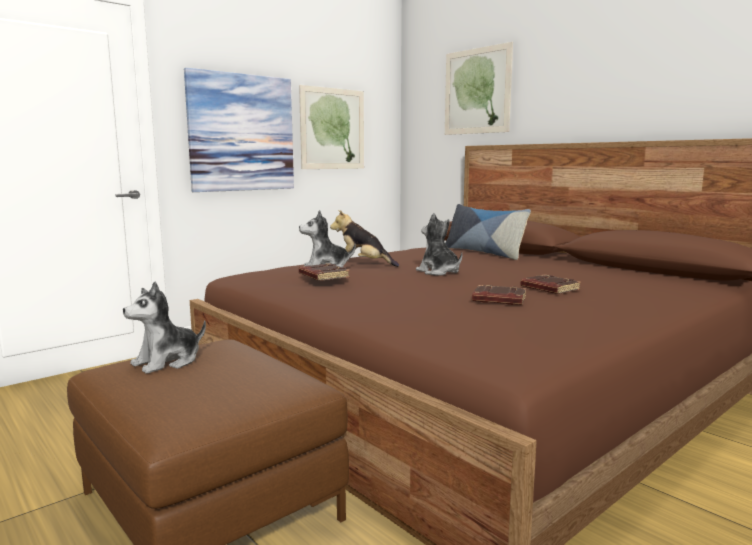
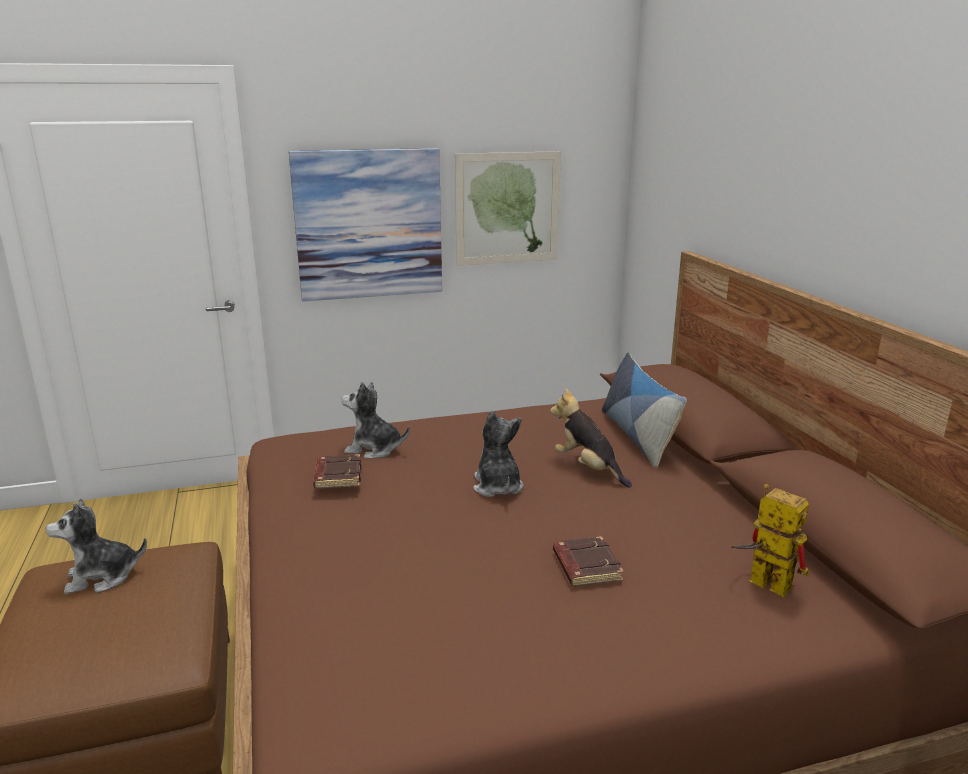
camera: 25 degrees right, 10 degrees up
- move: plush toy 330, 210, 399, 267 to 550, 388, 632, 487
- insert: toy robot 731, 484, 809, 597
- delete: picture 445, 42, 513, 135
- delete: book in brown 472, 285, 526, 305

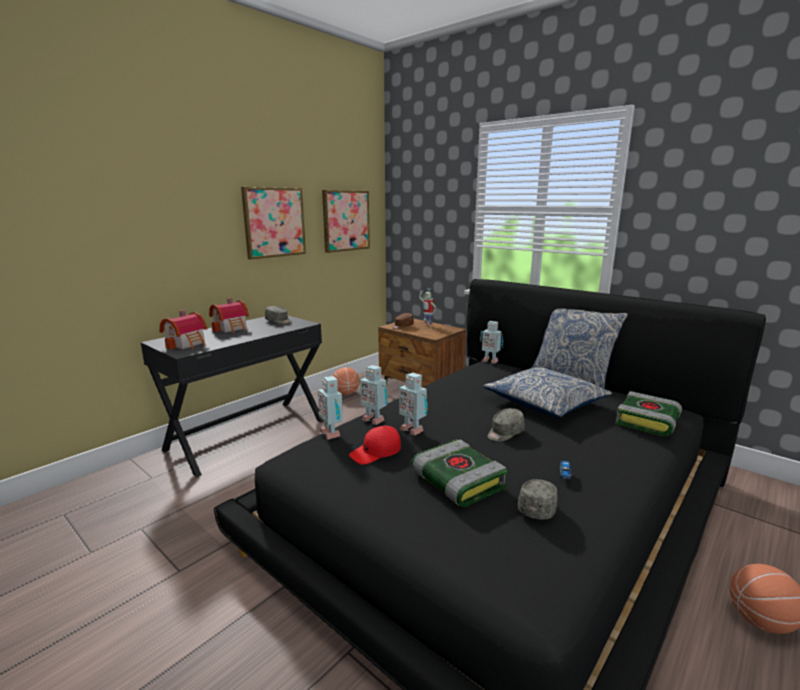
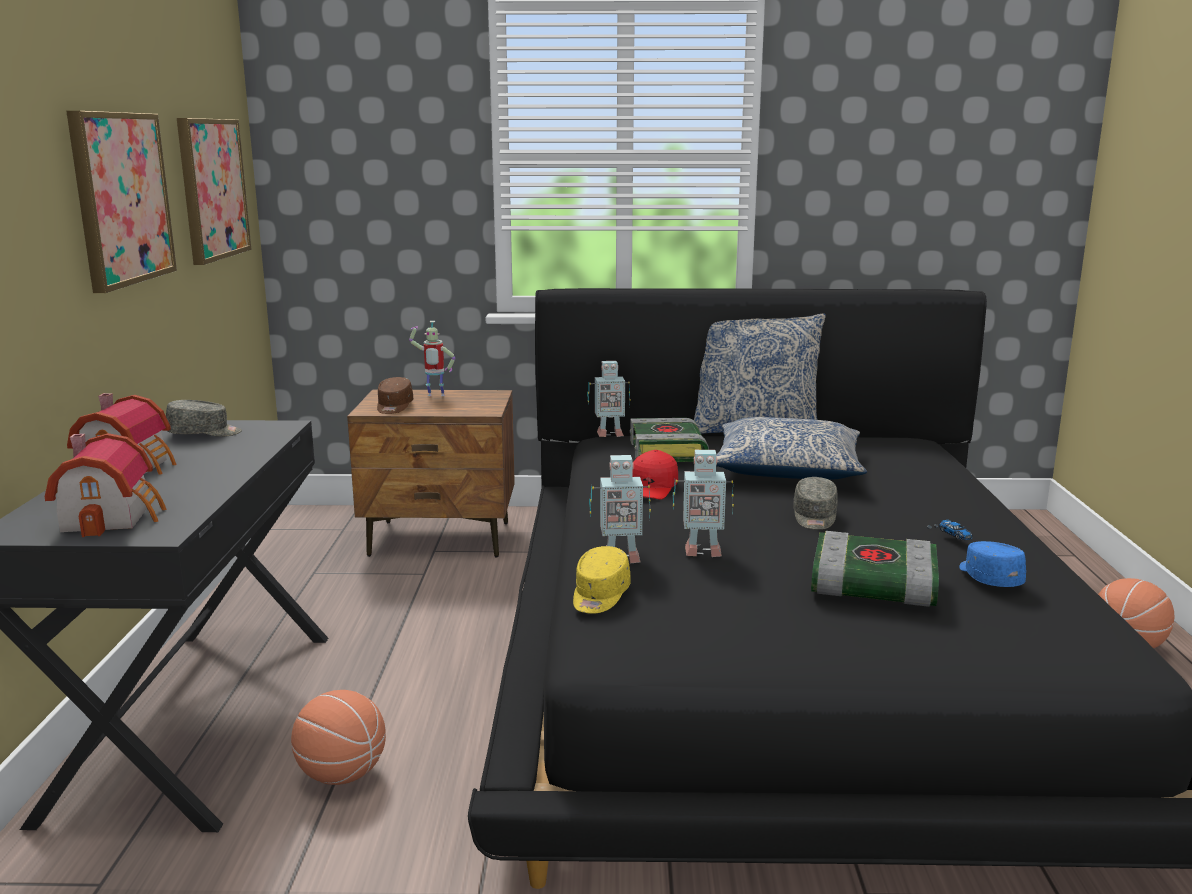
camera: 40 degrees left, 0 degrees up
- move: basketball 333, 367, 359, 395 to 291, 690, 386, 785
- replace: toy robot 318, 376, 343, 440 to cap in yellow 573, 546, 631, 614
- move: book 616, 391, 682, 436 to 630, 418, 709, 462
- move: cap in red 349, 426, 401, 465 to 633, 450, 678, 500
- recolor: cap in grey 518, 479, 558, 520 to cap in blue 959, 541, 1026, 587

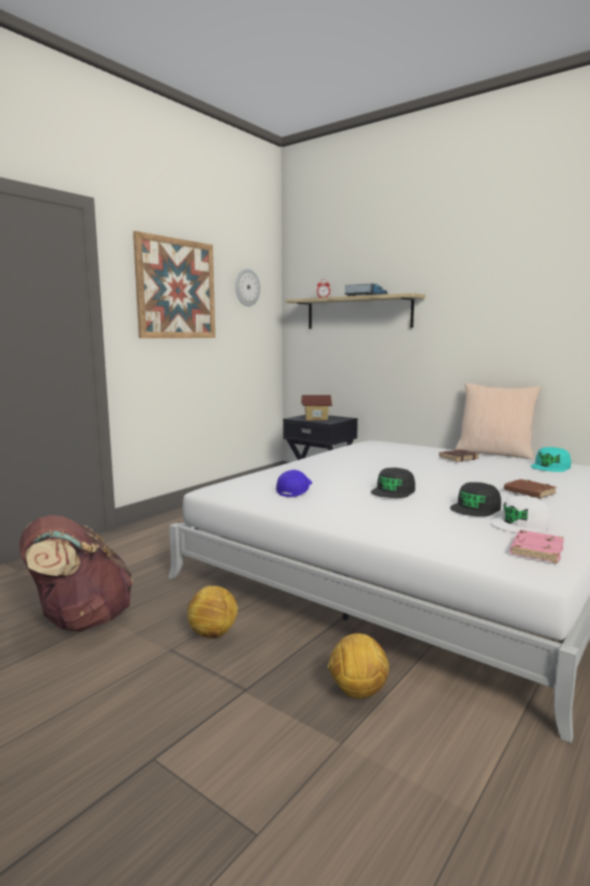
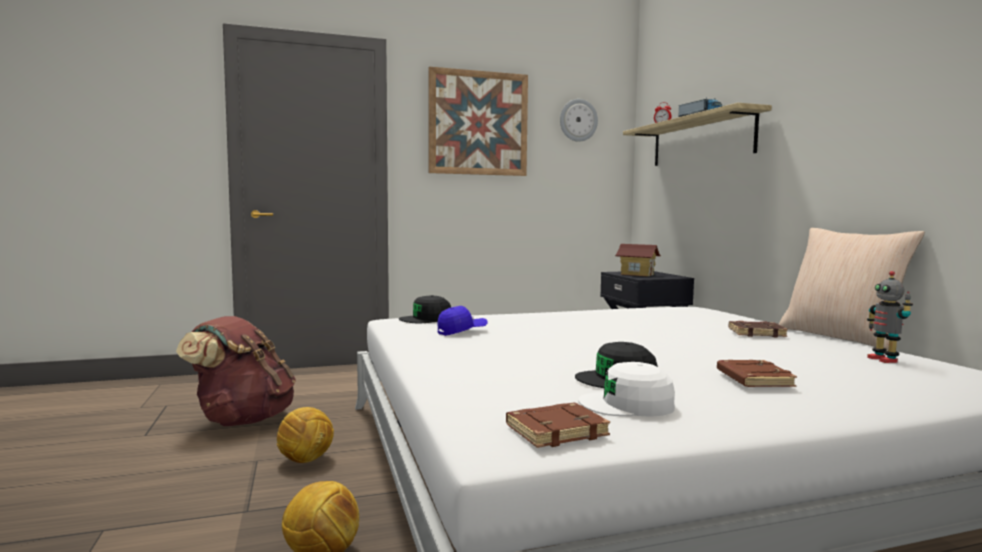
camera: 35 degrees right, 5 degrees down
- move: cap in black 371, 468, 415, 498 to 399, 295, 451, 324
- recolor: book in pink 510, 530, 564, 563 to book in brown 506, 403, 610, 448
- replace: cap in turquoise 531, 447, 571, 472 to toy robot 867, 271, 913, 363

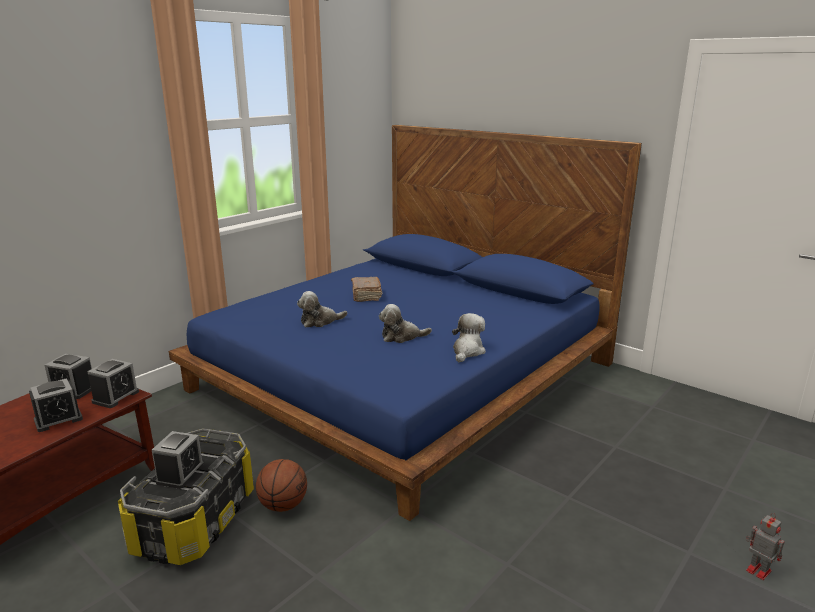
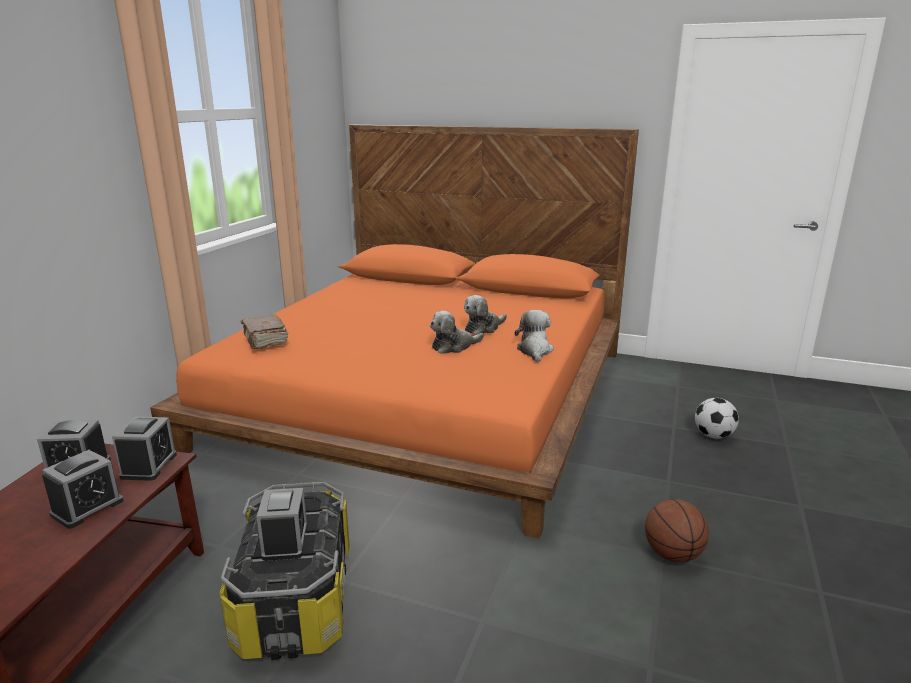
camera: 20 degrees left, 0 degrees up
- recolor: bed in blue 169, 125, 642, 521 to bed in orange 150, 125, 639, 539
- move: book in brown 351, 277, 382, 302 to 241, 315, 288, 349
- move: plush toy 297, 291, 348, 327 to 464, 295, 507, 335
- move: basketball 256, 459, 307, 512 to 645, 499, 709, 562
- insert: football 695, 398, 739, 439
- delete: toy robot 746, 513, 785, 580

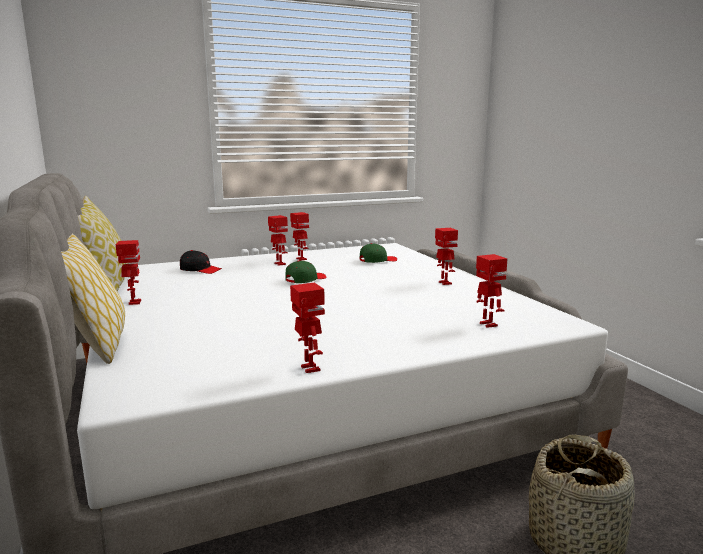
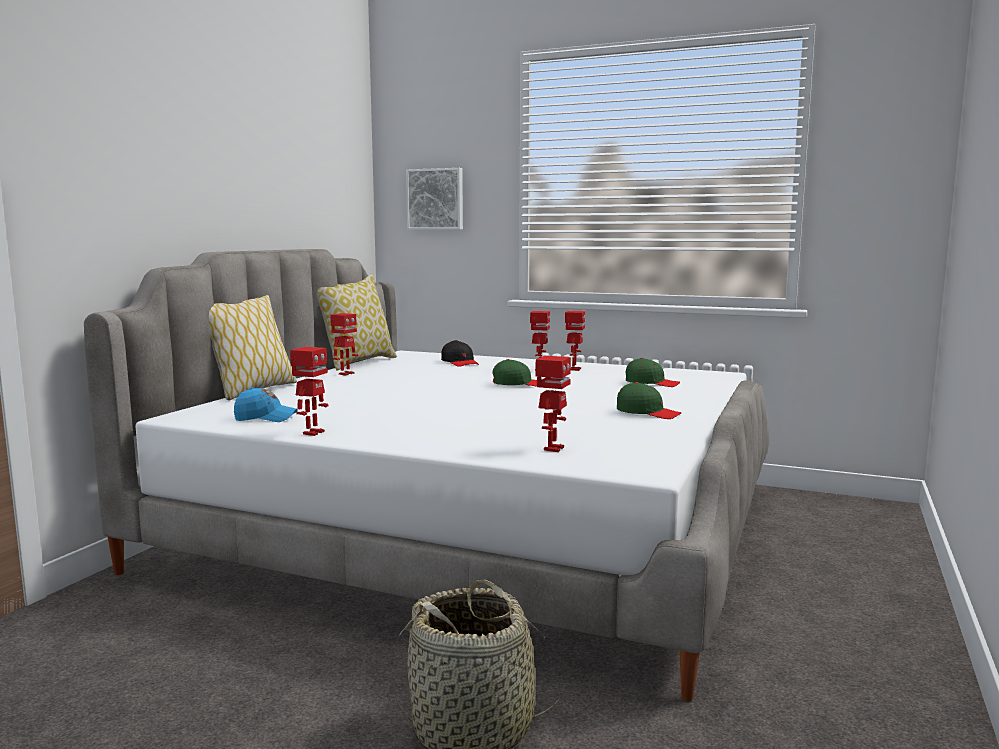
camera: 45 degrees right, 5 degrees down
- insert: cap in blue 234, 388, 298, 422
- insert: picture 406, 168, 463, 230
- replace: toy robot 435, 228, 458, 285 to cap in green 617, 382, 681, 419

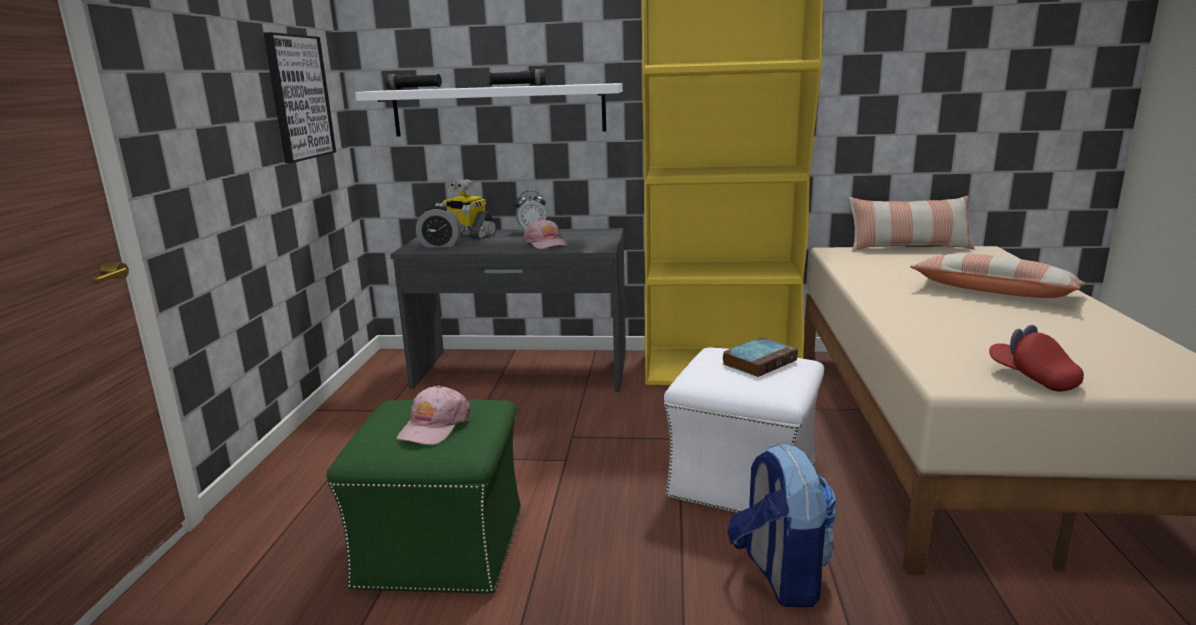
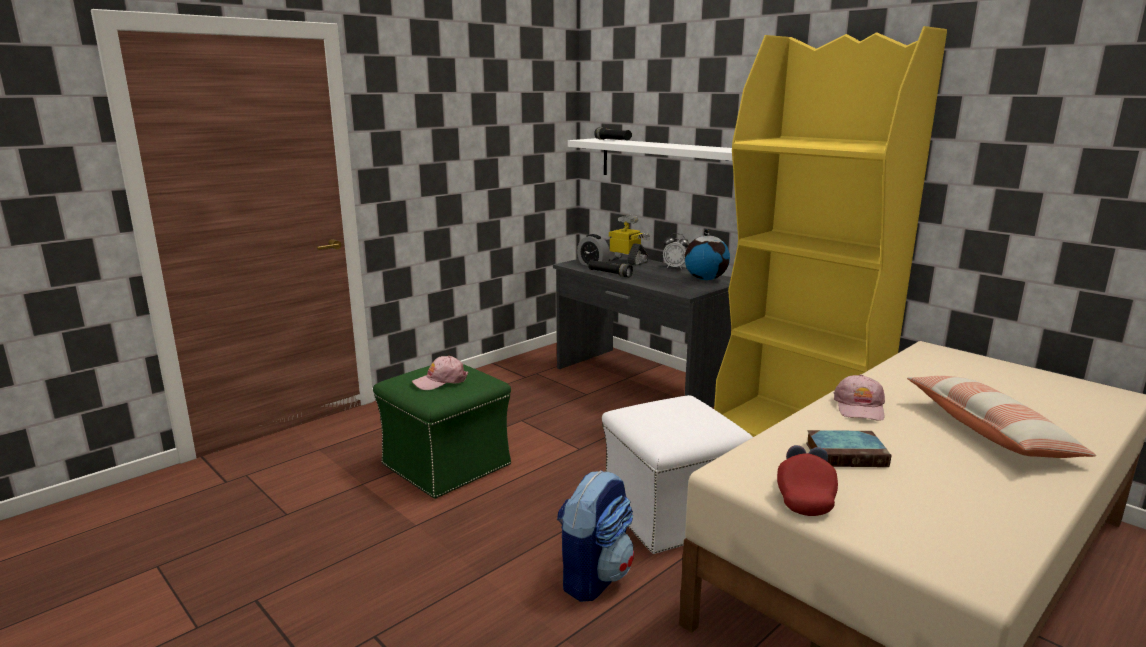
camera: 40 degrees right, 0 degrees up
- move: flashlight in black 489, 69, 546, 86 to 588, 259, 633, 277
- rotate: toy robot 435, 179, 497, 240 = 606, 214, 650, 266 150 degrees clockwise
- insert: globe 684, 229, 730, 280
- move: book 723, 337, 798, 377 to 806, 430, 891, 467
- move: cap in pink 524, 218, 567, 249 to 834, 374, 885, 421
- delete: picture 263, 32, 336, 163
- delete: pillow 849, 196, 974, 251

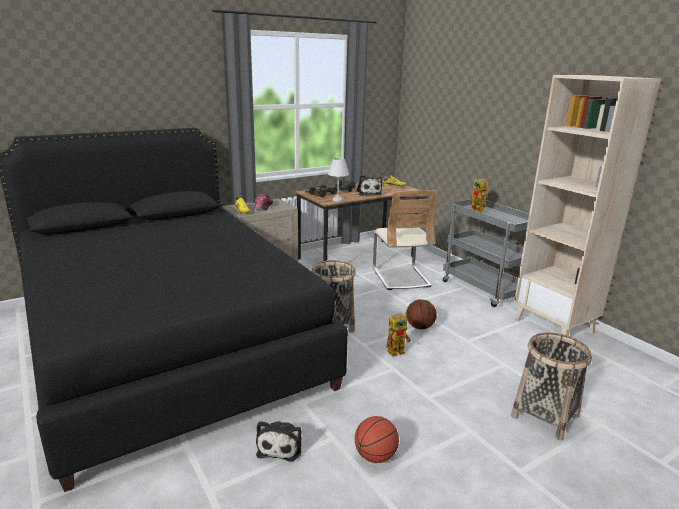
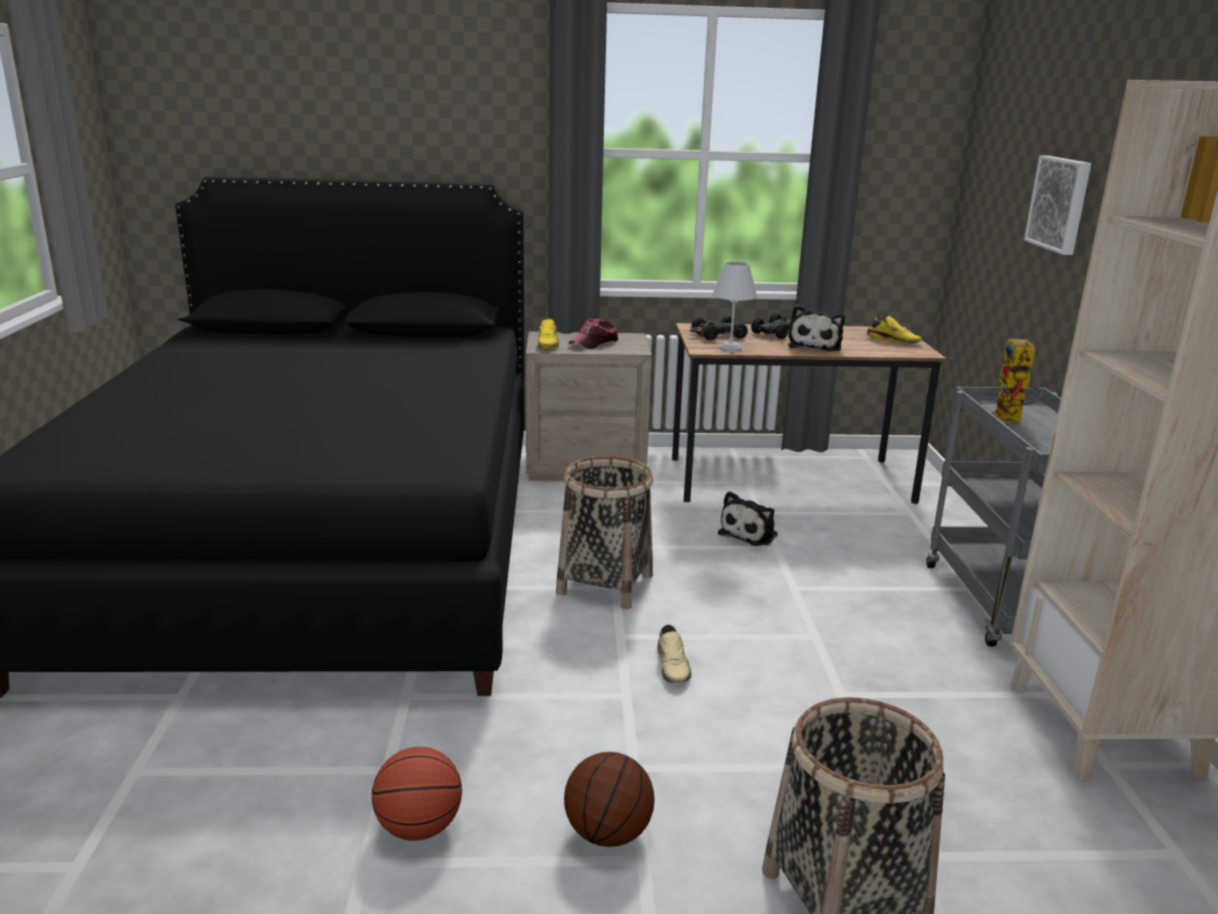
camera: 30 degrees right, 0 degrees up
- move: basketball 406, 299, 437, 329 to 564, 752, 655, 847
- replace: toy robot 386, 313, 411, 357 to shoe in beige 657, 624, 692, 683
- move: plush toy 256, 421, 302, 462 to 718, 491, 778, 546
- insert: picture 1024, 155, 1091, 255
- delete: chair in beige 373, 190, 438, 290

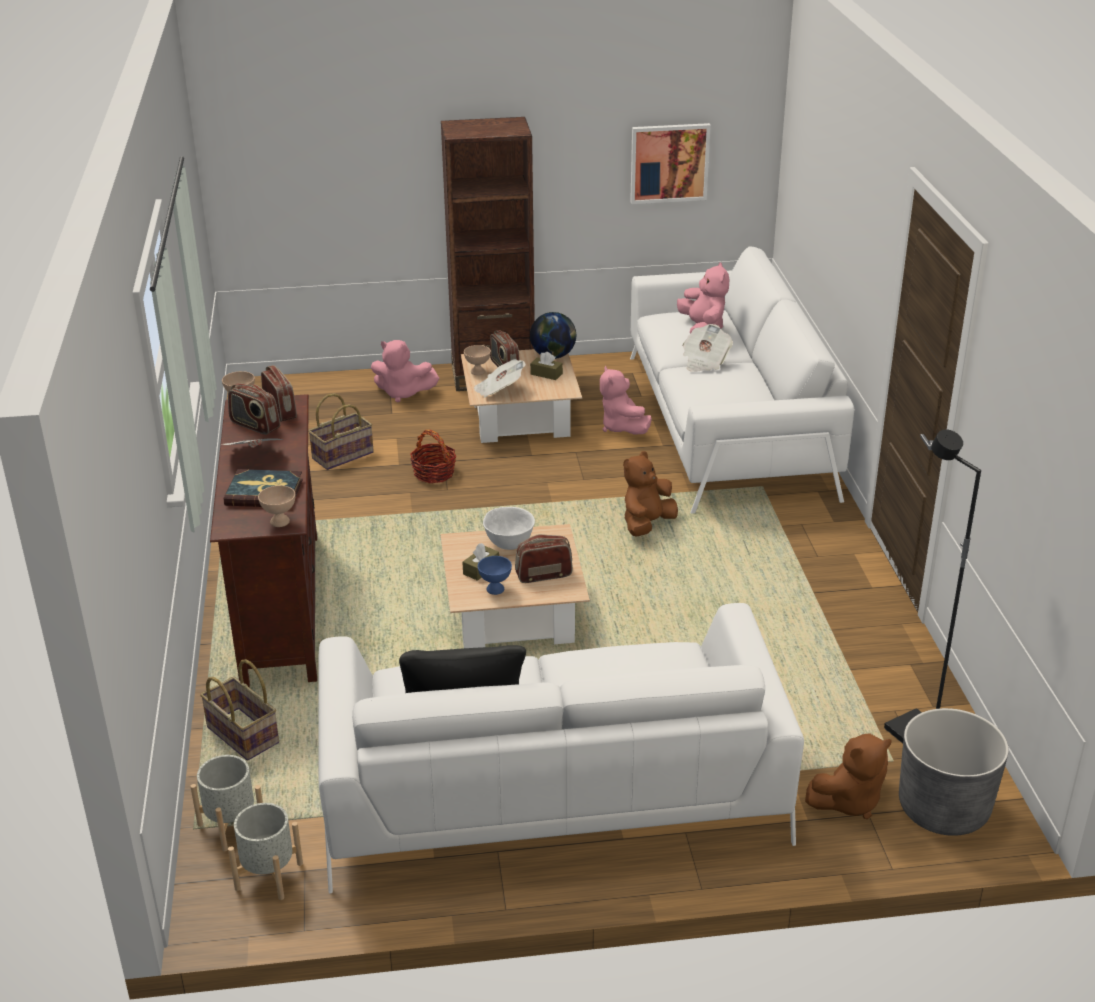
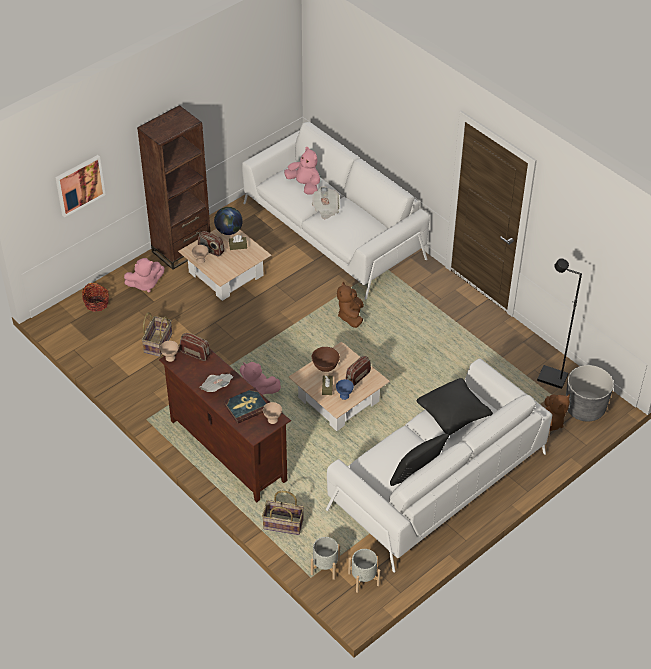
camera: 35 degrees left, 15 degrees up
- move: picture 630, 123, 711, 204 to 55, 155, 106, 217
- move: basket 410, 430, 456, 483 to 82, 283, 109, 312
- move: plush toy in pink 600, 366, 652, 434 to 240, 362, 281, 395
- recolor: bowl in white 483, 507, 535, 550 to bowl in brown 312, 347, 340, 372
- insert: pillow in black 416, 378, 493, 435
- delete: radio 228, 383, 280, 435
- delete: newspaper 474, 359, 526, 398

